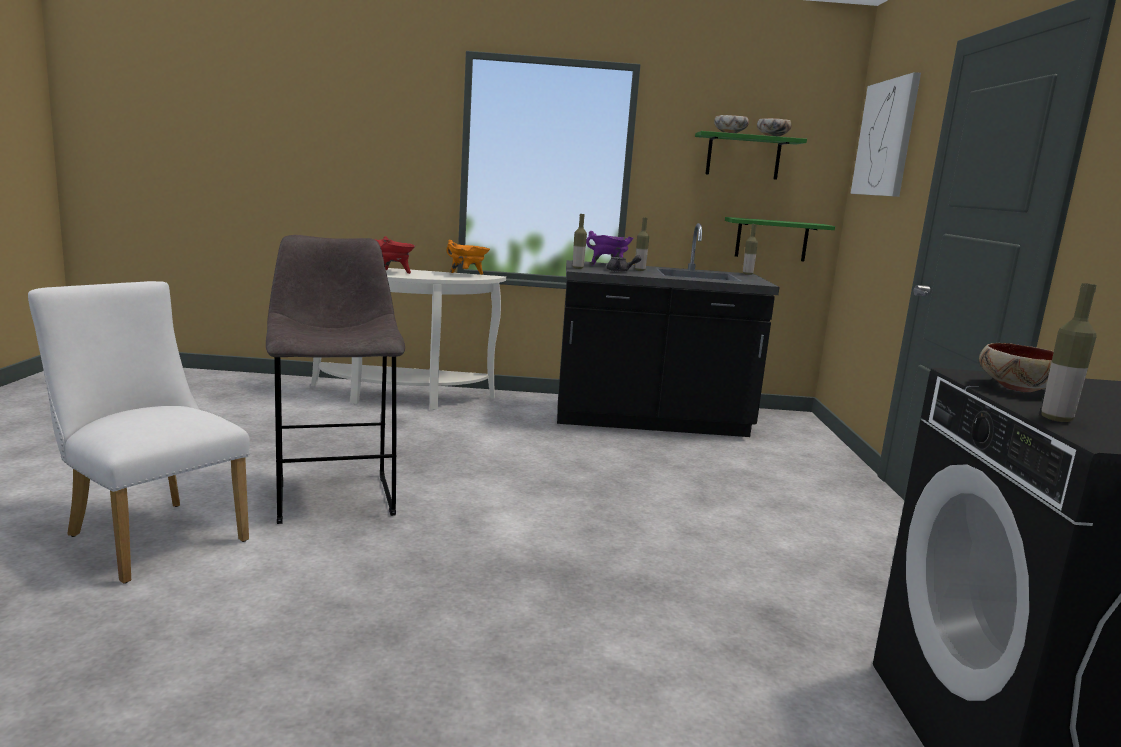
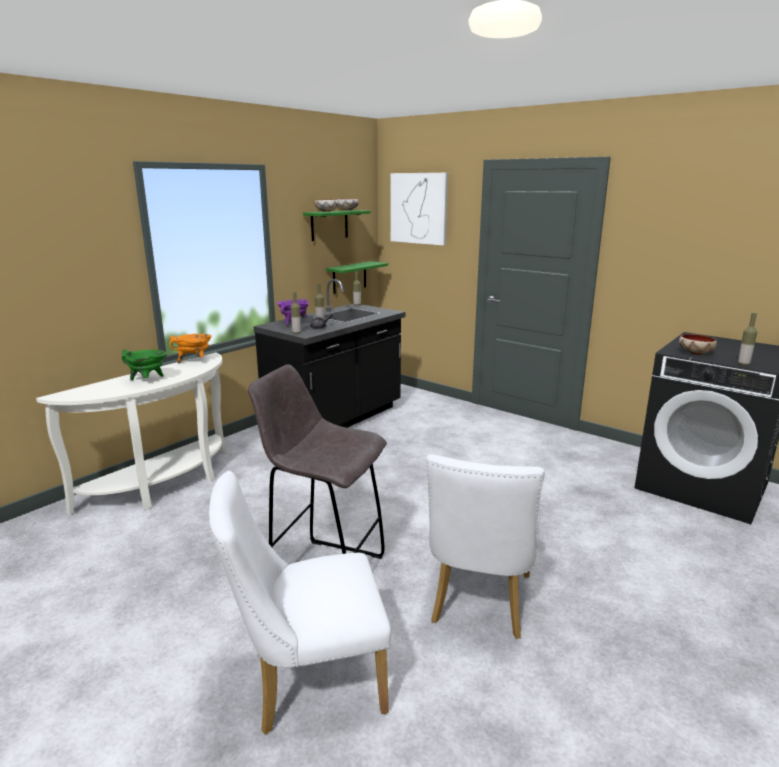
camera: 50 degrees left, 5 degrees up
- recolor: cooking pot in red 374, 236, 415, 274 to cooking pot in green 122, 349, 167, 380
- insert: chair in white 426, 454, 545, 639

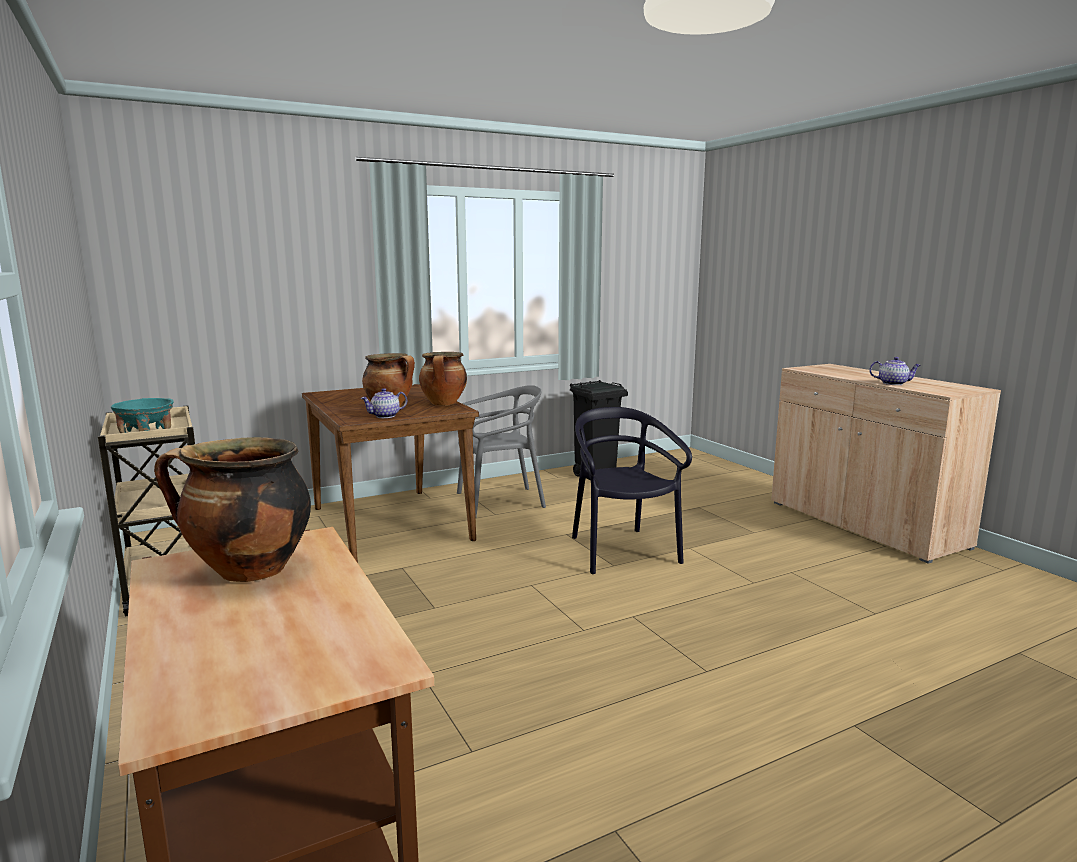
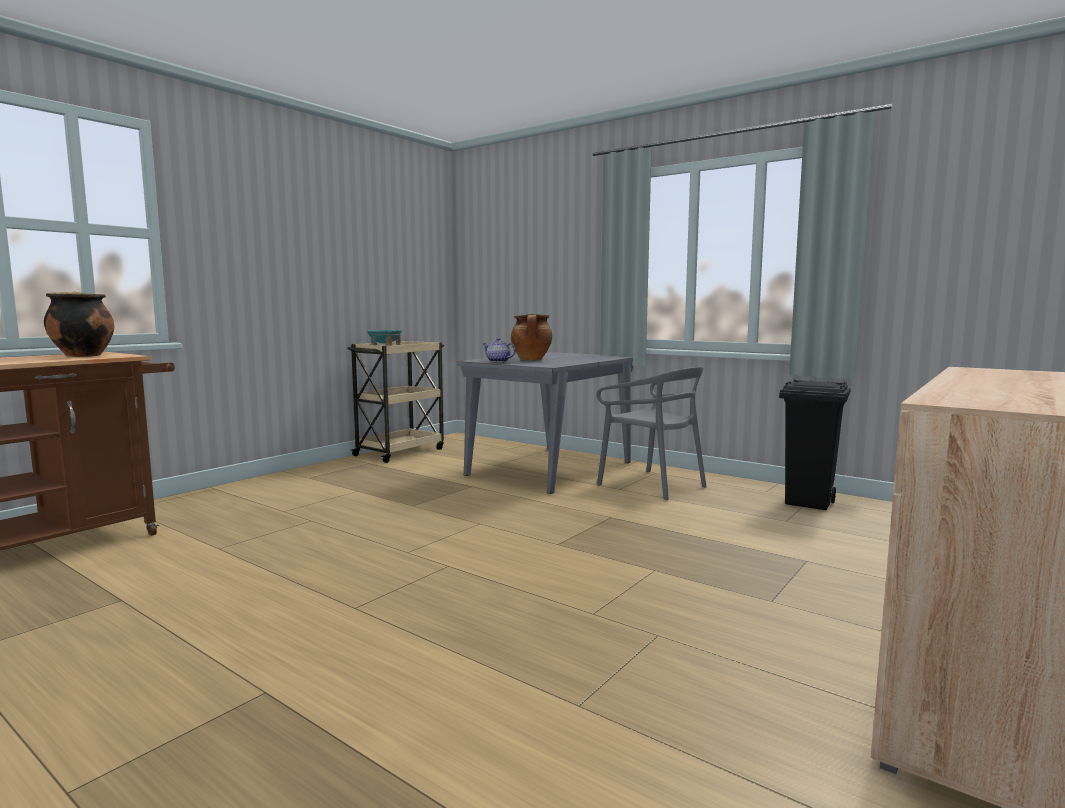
camera: 65 degrees right, 5 degrees down
- recolor: dining table in brown 302, 384, 479, 563 to dining table in grey 457, 352, 633, 494
- delete: cooking pot 419, 352, 467, 406
- delete: chair in black 572, 407, 692, 574
- delete: teapot 869, 357, 921, 385

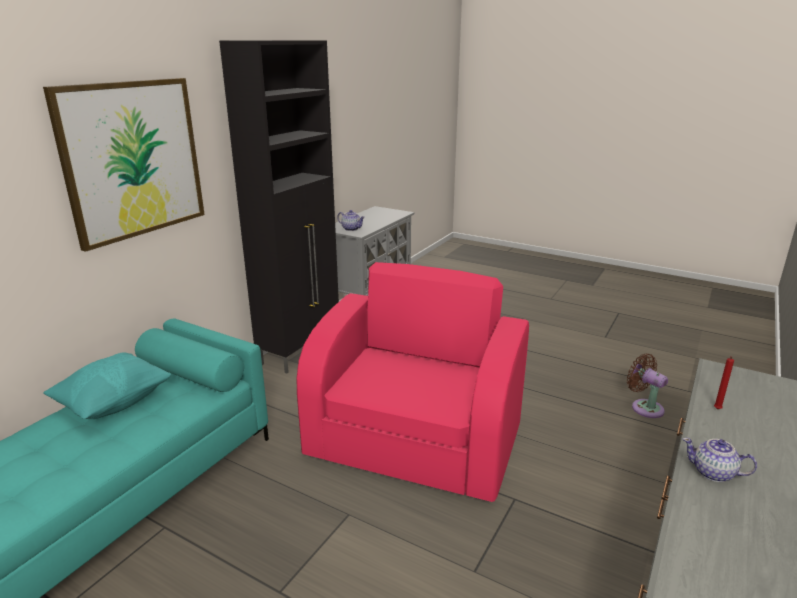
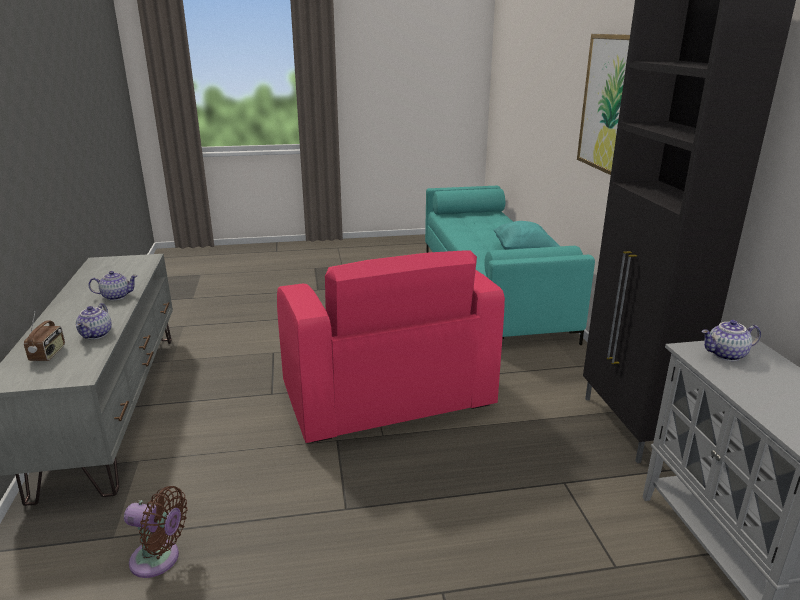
camera: 140 degrees right, 0 degrees up
- insert: radio 24, 312, 65, 361
- replace: candle in red 714, 356, 734, 409 to teapot 76, 303, 112, 339

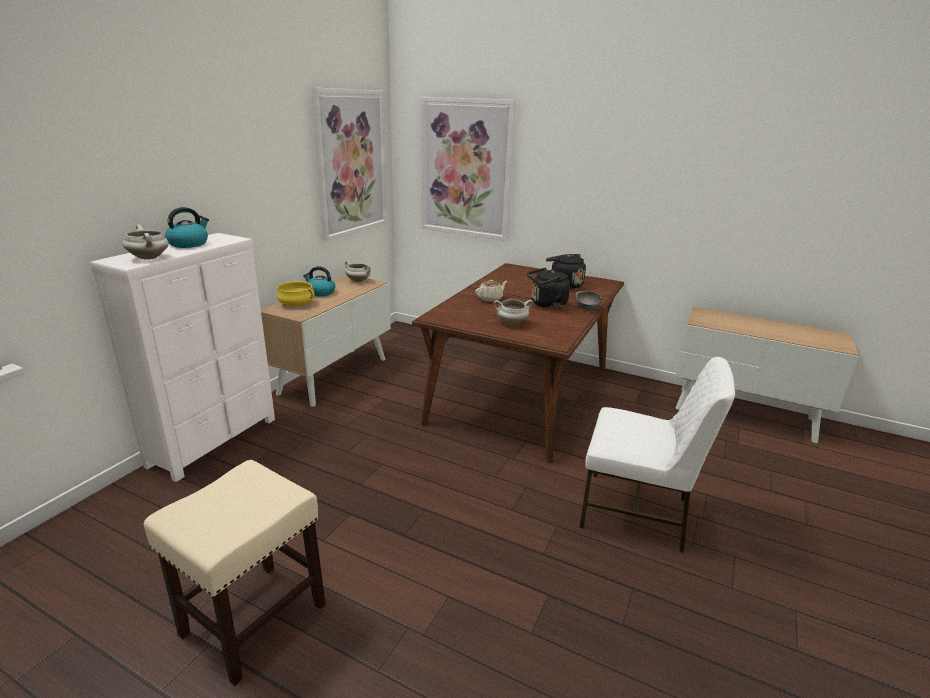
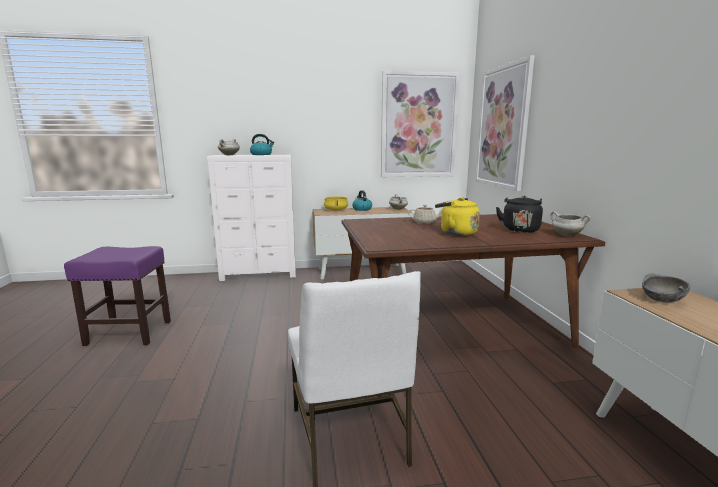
camera: 55 degrees right, 10 degrees down
- recolor: stool in beige 144, 460, 326, 686 to stool in purple 64, 246, 171, 346
- recolor: kettle in black 527, 268, 570, 308 to kettle in yellow 435, 198, 480, 236
- move: cooking pot in white 494, 299, 533, 325 to 550, 211, 590, 236
- move: bowl in grey 575, 291, 604, 310 to 642, 273, 690, 303

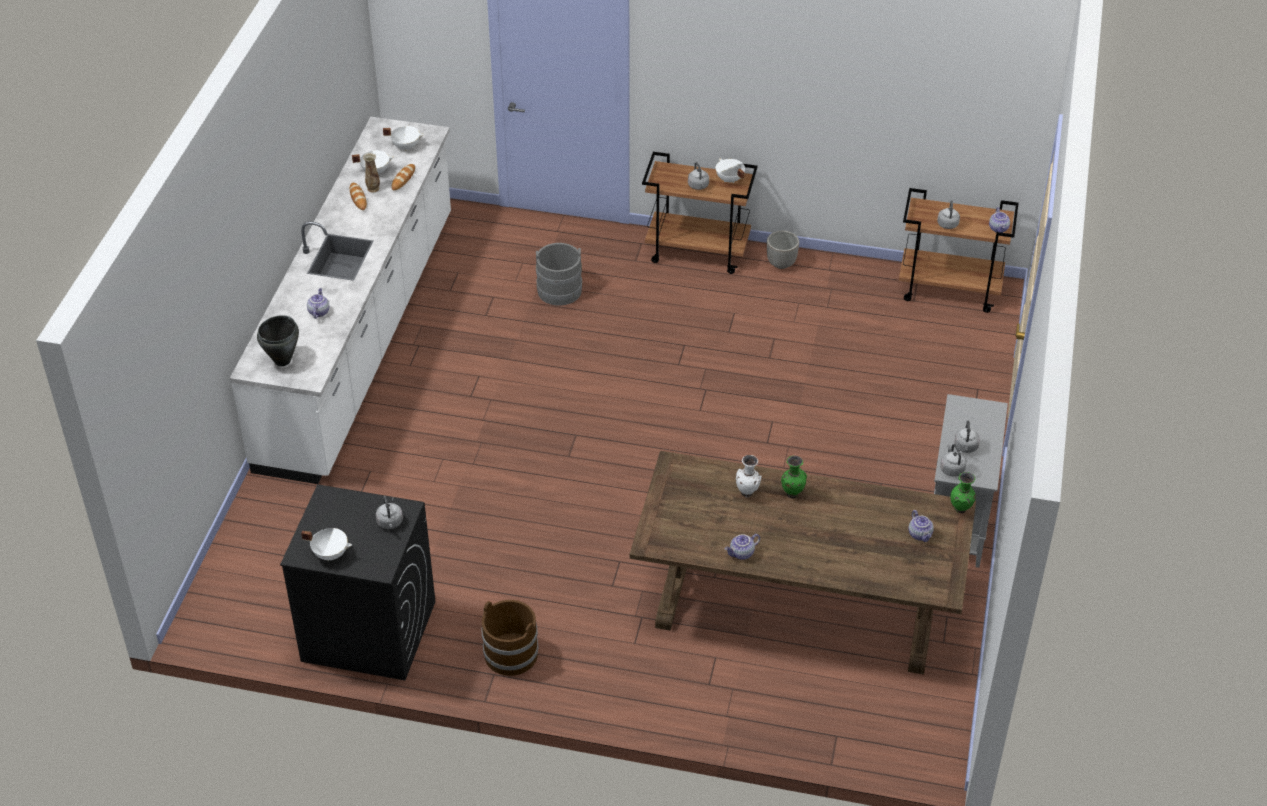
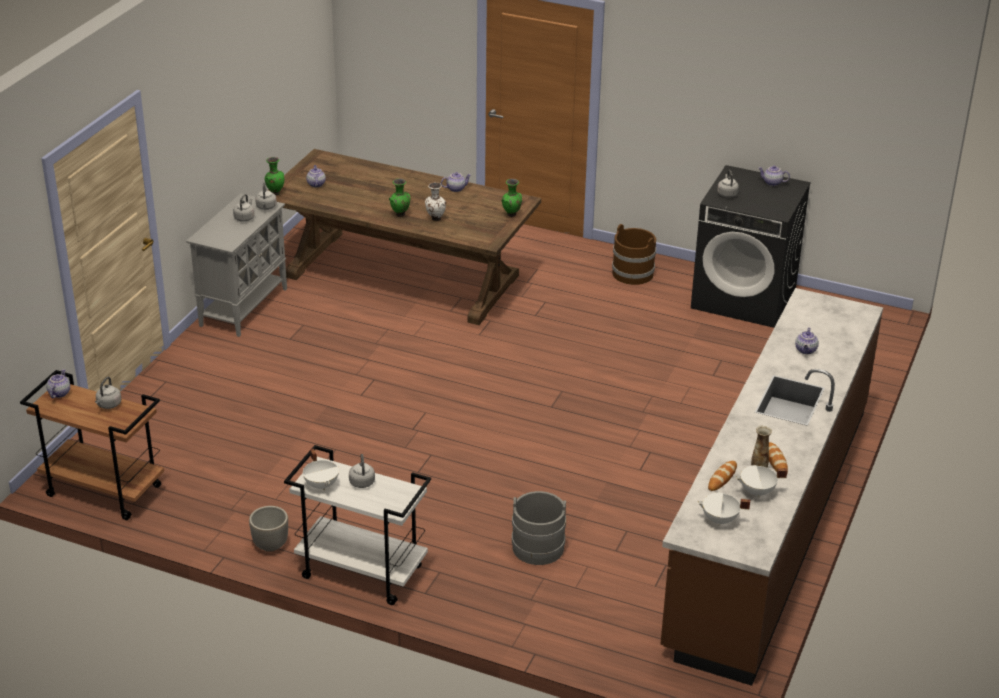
camera: 170 degrees left, 10 degrees down
- recolor: cart in brown 642, 152, 758, 274 to cart in white 284, 445, 431, 605
- insert: vase in green 502, 179, 522, 217
- recolor: counter in white 230, 117, 451, 484 to counter in brown 661, 288, 883, 686
- replace: cooking pot in white 301, 528, 352, 561 to teapot 758, 166, 790, 186
- delete: cooking pot in black 257, 315, 299, 366

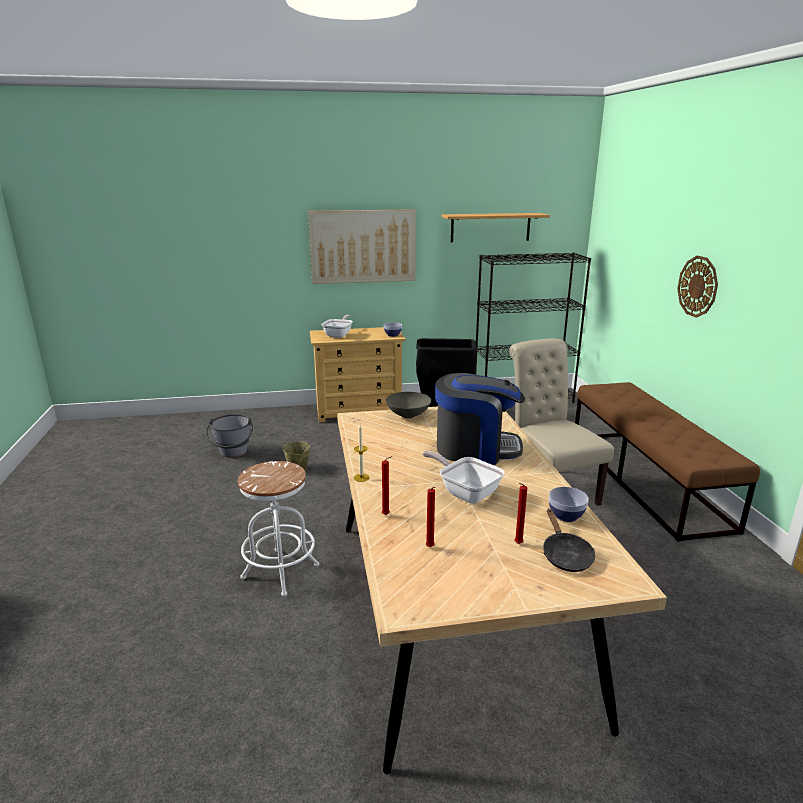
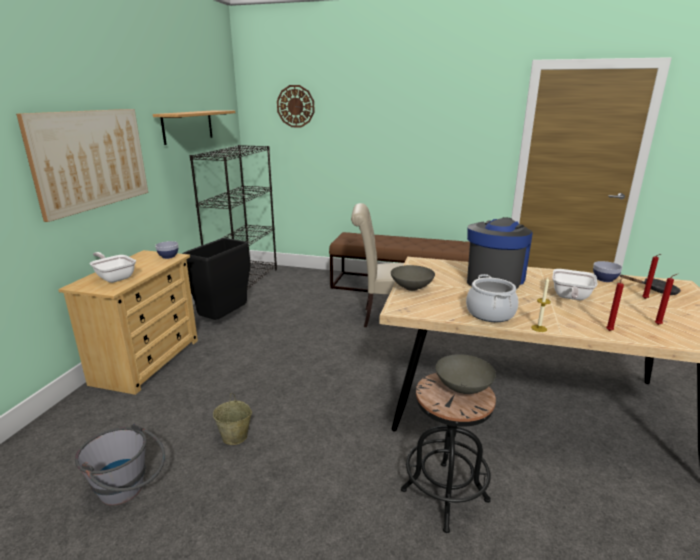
camera: 65 degrees left, 0 degrees up
- move: wall clock 677, 256, 718, 318 to 277, 85, 315, 127
- recolor: stool in white 238, 461, 319, 596 to stool in black 401, 373, 496, 533
- insert: bowl in grey 436, 354, 496, 394
- insert: cooking pot 466, 274, 518, 322
- rotate: frying pan 422, 451, 505, 504 = 552, 269, 598, 300 45 degrees counterclockwise

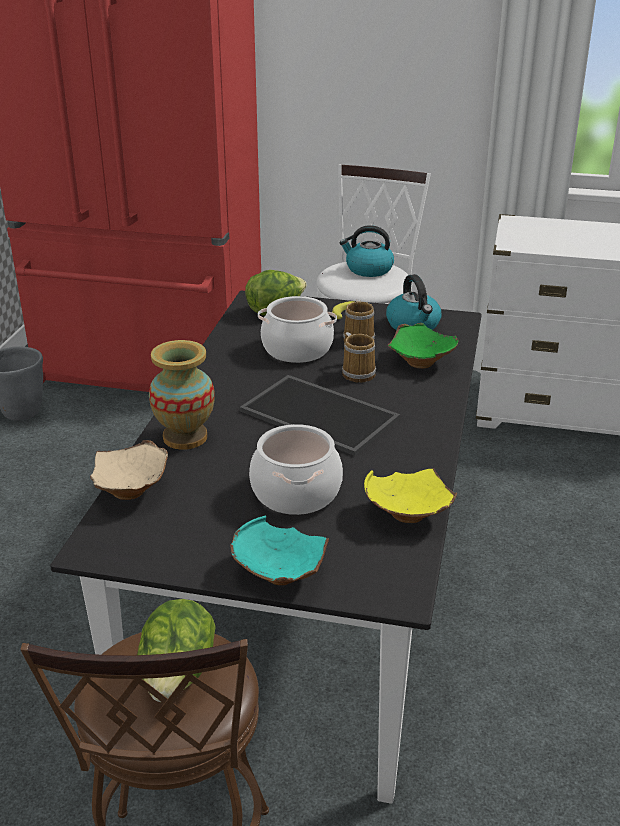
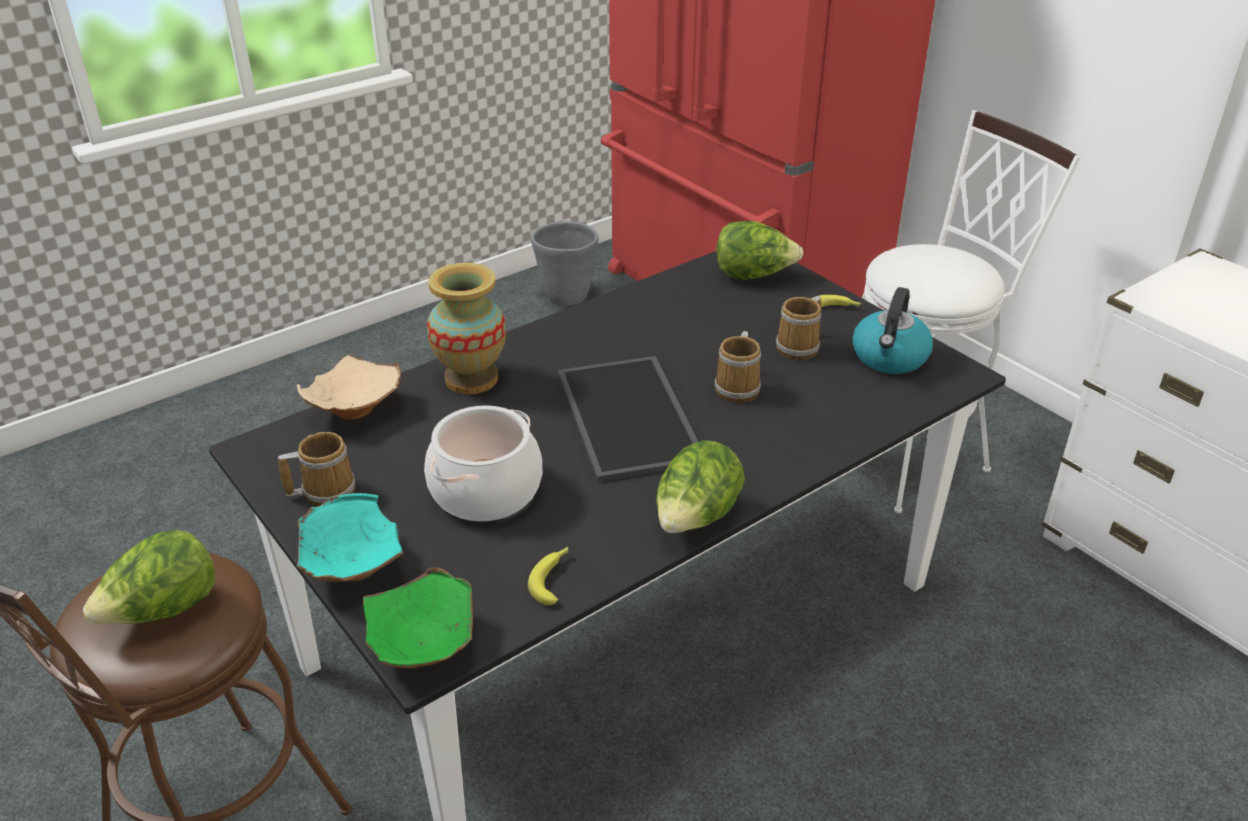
camera: 40 degrees right, 5 degrees up
- insert: mug 278, 432, 356, 507
- move: bowl in green 387, 323, 459, 369 to 363, 567, 473, 668
- replace: bowl in yellow 364, 468, 457, 523 to banana 528, 547, 568, 605
- insert: lettuce 656, 440, 745, 533
- delete: cooking pot 258, 296, 337, 363
- delete: kettle 340, 225, 394, 277

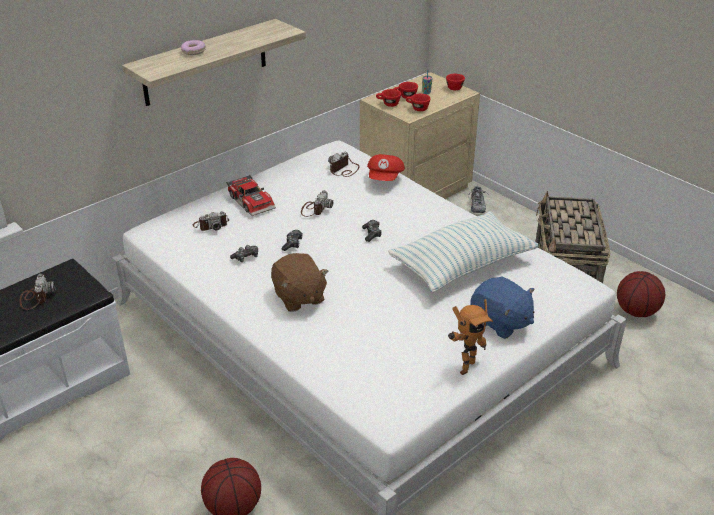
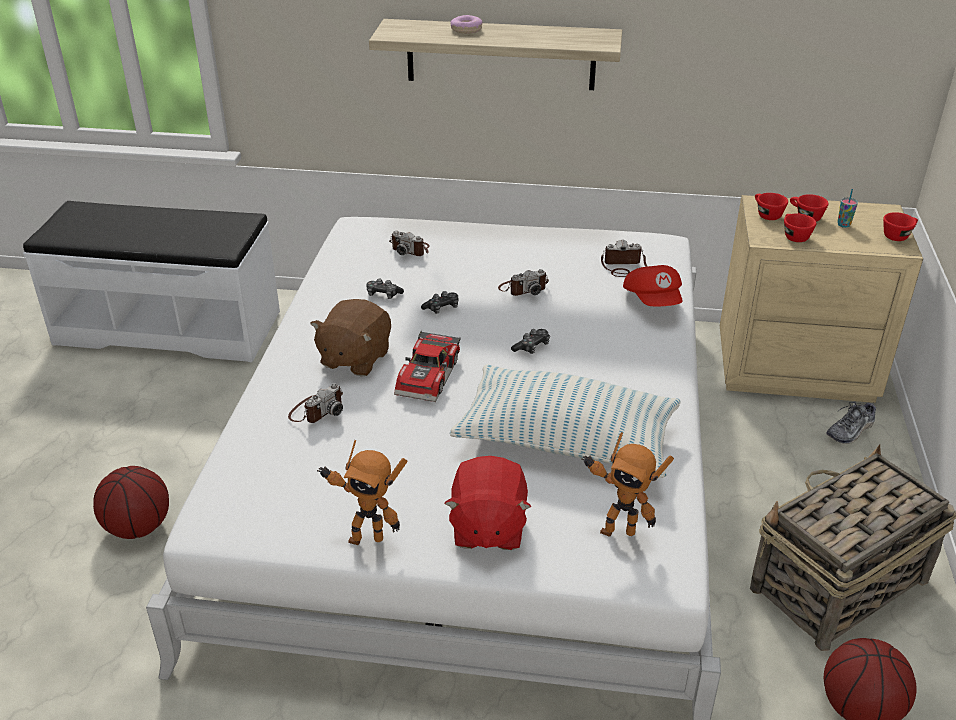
camera: 50 degrees right, 0 degrees up
- move: photo camera 20, 274, 56, 310 to 288, 383, 343, 423
- move: toy car 226, 175, 276, 216 to 394, 331, 461, 402
- recolor: plush toy in blue 470, 276, 535, 339 to plush toy in red 444, 456, 531, 550
- insert: toy robot 581, 432, 674, 536
- rotate: cap in red 367, 154, 405, 181 = 623, 265, 682, 306 75 degrees counterclockwise

